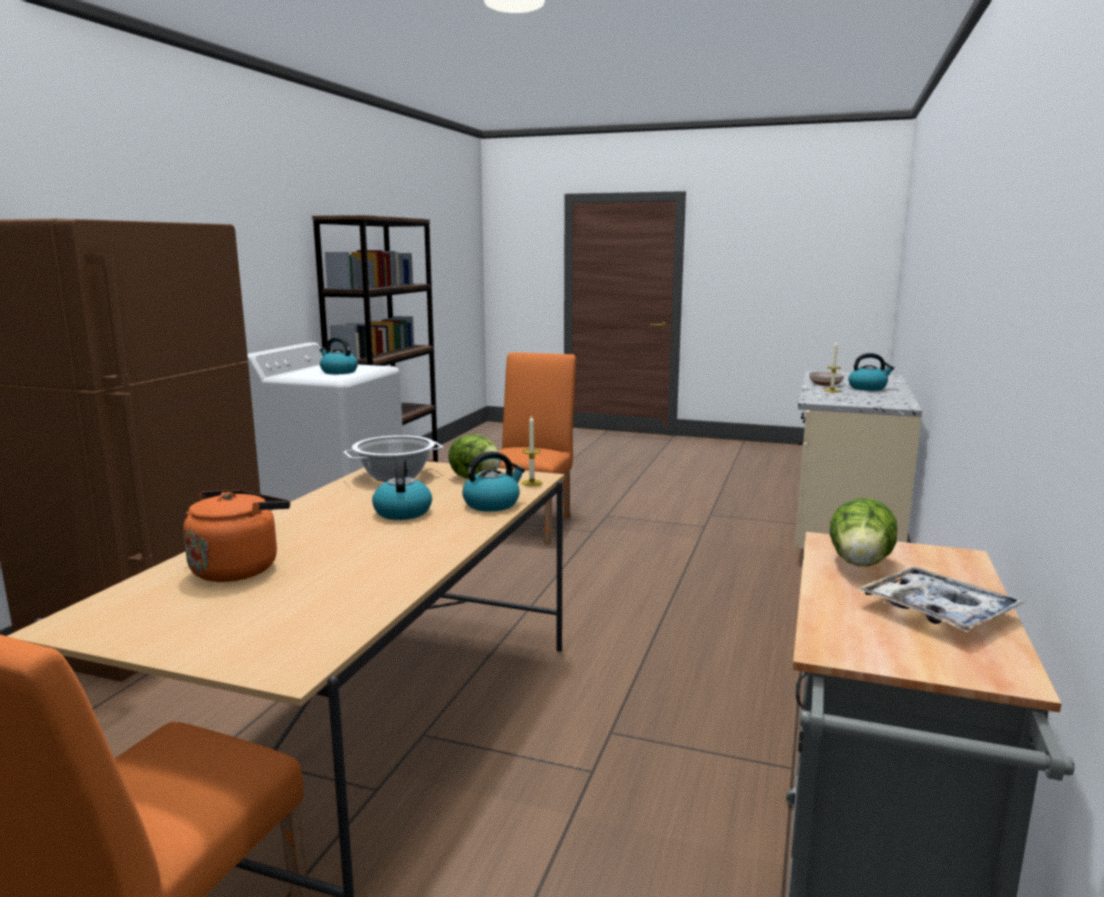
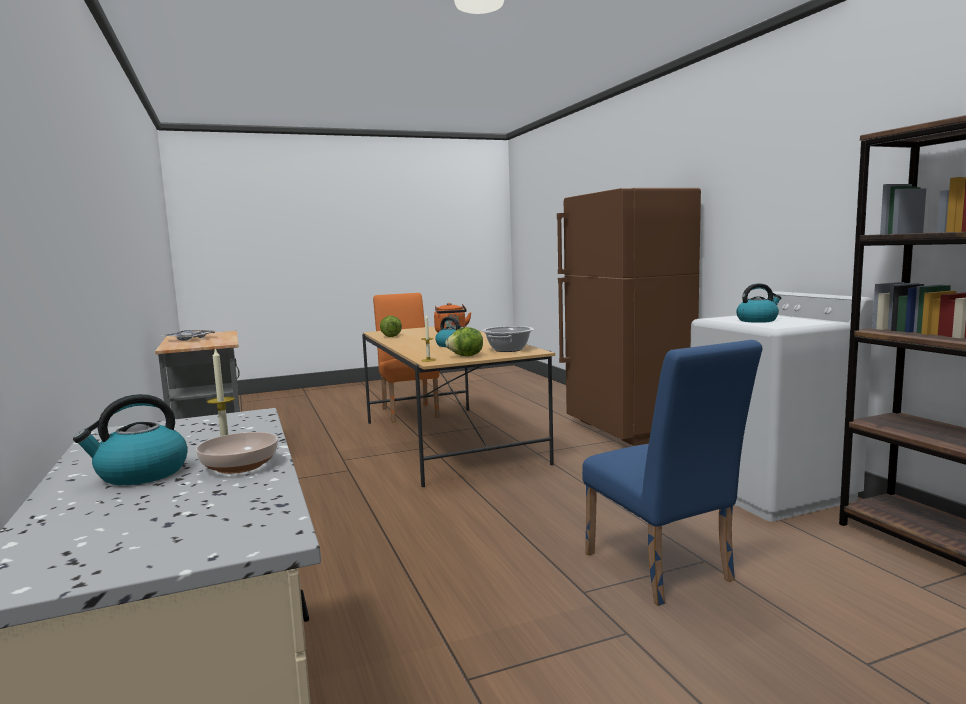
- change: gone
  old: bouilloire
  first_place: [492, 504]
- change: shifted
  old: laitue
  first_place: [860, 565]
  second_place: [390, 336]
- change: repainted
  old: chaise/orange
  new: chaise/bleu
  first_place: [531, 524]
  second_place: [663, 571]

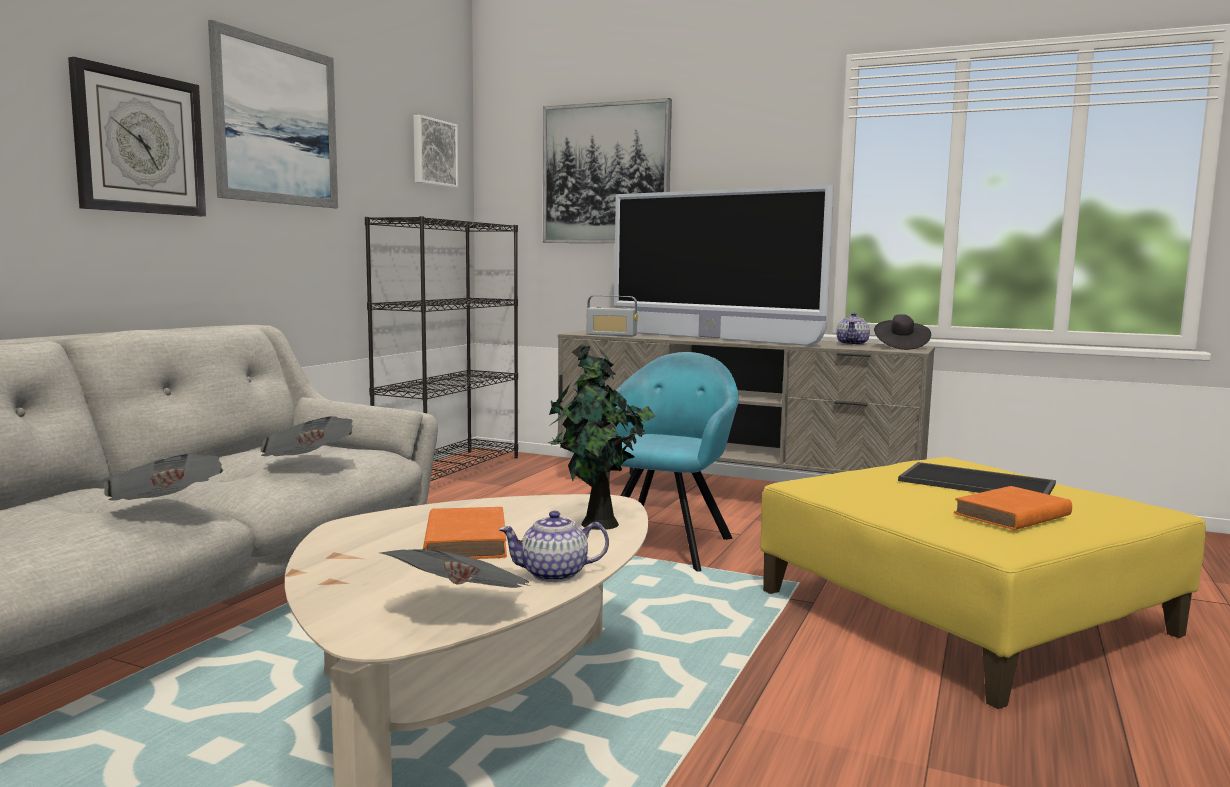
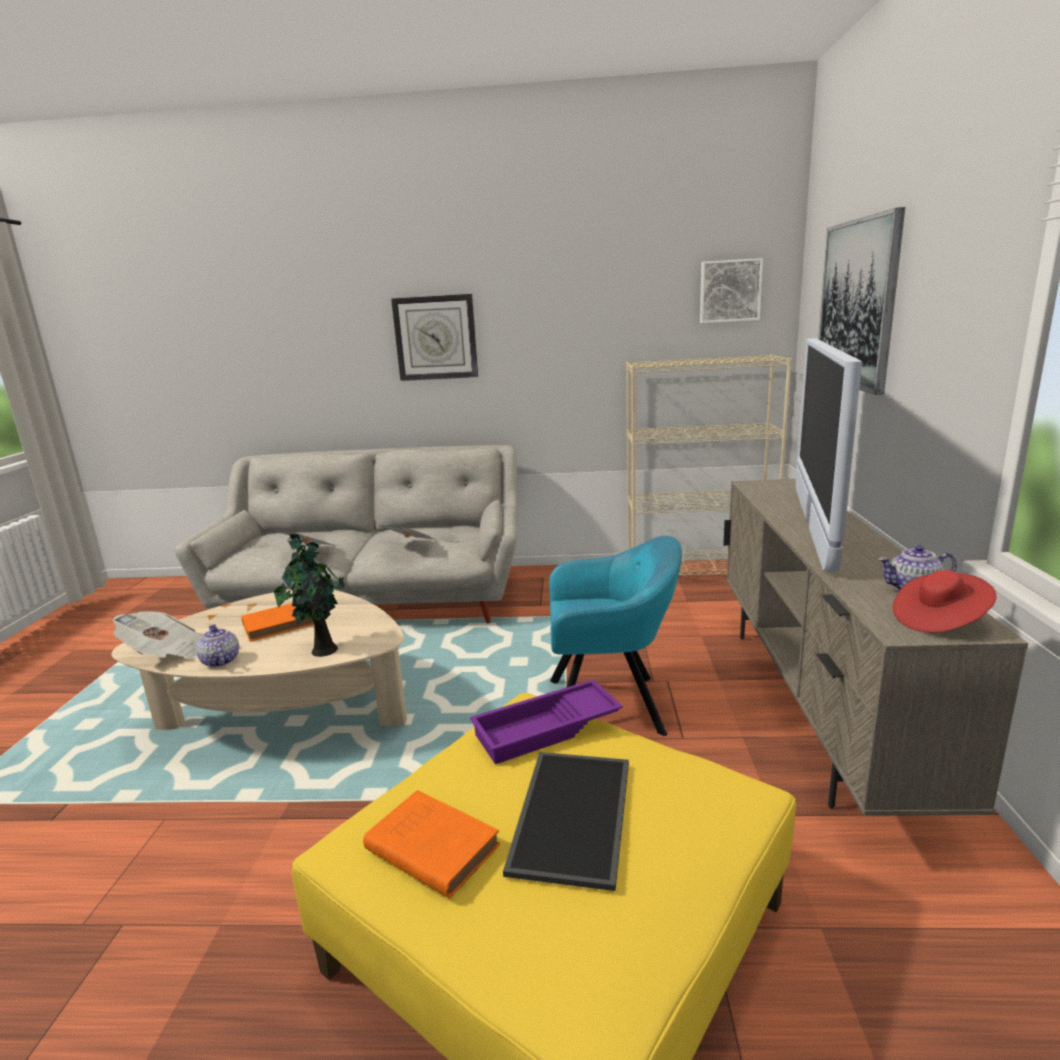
- change: gone
  old: tableau
  first_place: [277, 123]
- change: gone
  old: radio
  first_place: [611, 335]
- change: new
  new: plateau/violet
  second_place: [547, 730]
- change: repainted
  old: bibliothèque/noir
  new: bibliothèque/beige
  first_place: [450, 470]
  second_place: [699, 571]
- change: repainted
  old: chapeau/noir
  new: chapeau/rouge
  first_place: [900, 347]
  second_place: [939, 620]

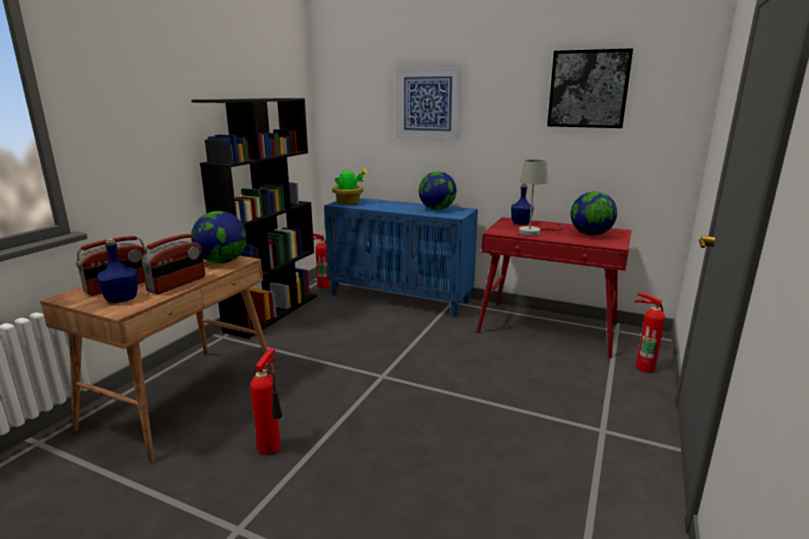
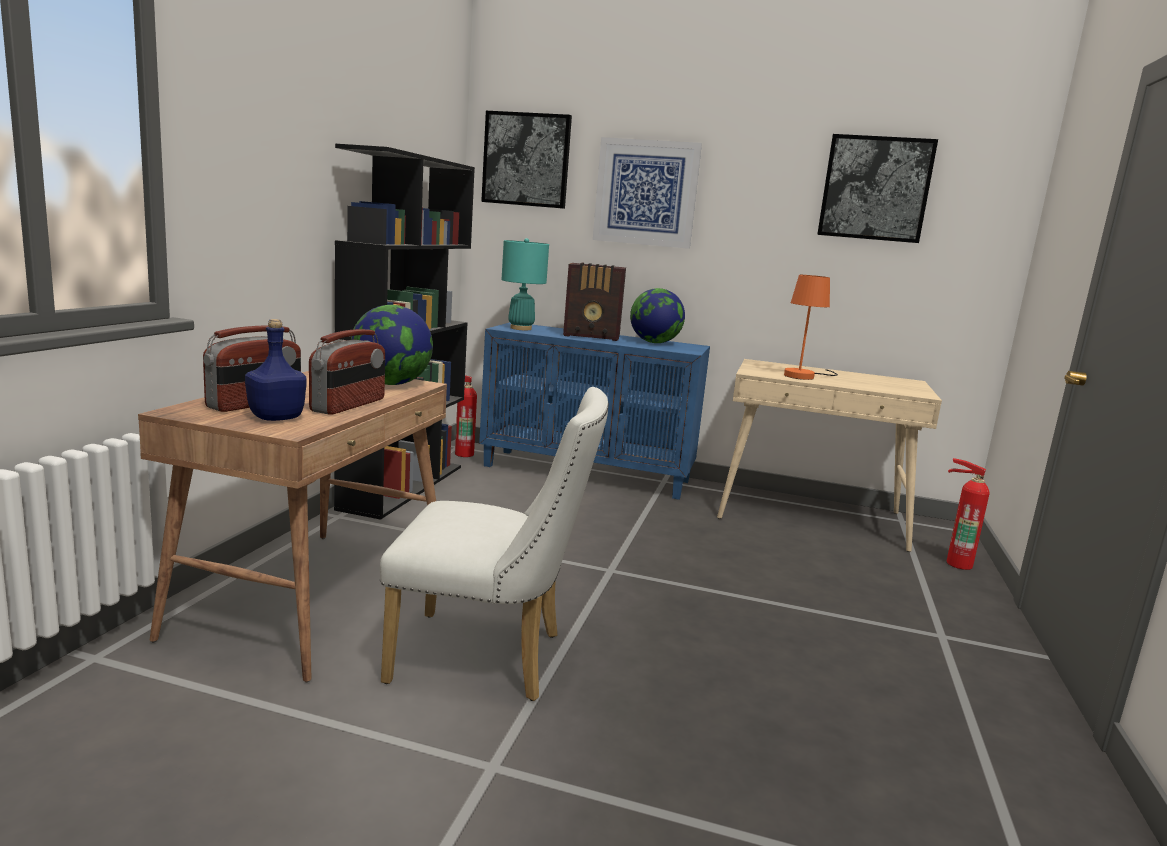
- change: gone
  old: bouteille/bleu
  first_place: [521, 223]
- change: gone
  old: globe
  first_place: [590, 234]
- change: new
  new: tableau
  second_place: [526, 160]
- change: new
  new: radio
  second_place: [593, 336]
- change: swapped
  old: extincteur
  new: chaise/blanc
  first_place: [272, 446]
  second_place: [490, 659]
- change: swapped
  old: plante en pot
  new: lampe de table/turquoise
  first_place: [349, 203]
  second_place: [521, 328]
- change: repainted
  old: bureau/rouge
  new: bureau/beige
  first_place: [548, 328]
  second_place: [811, 516]
- change: repainted
  old: lampe de table/gris
  new: lampe de table/orange
  first_place: [534, 232]
  second_place: [805, 376]

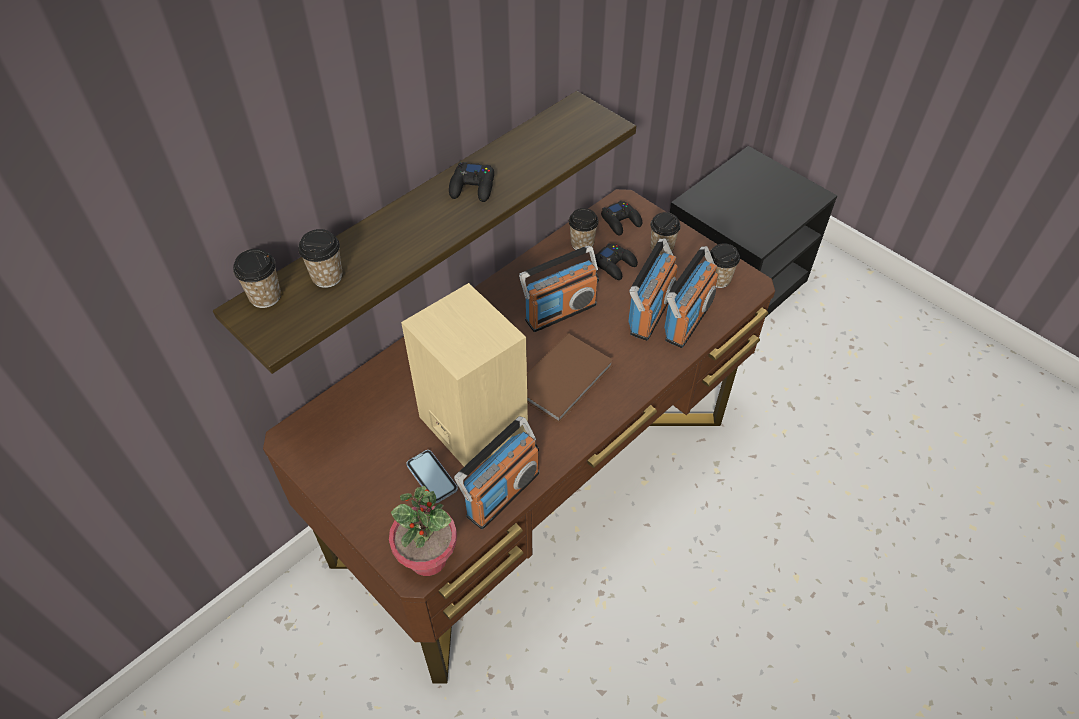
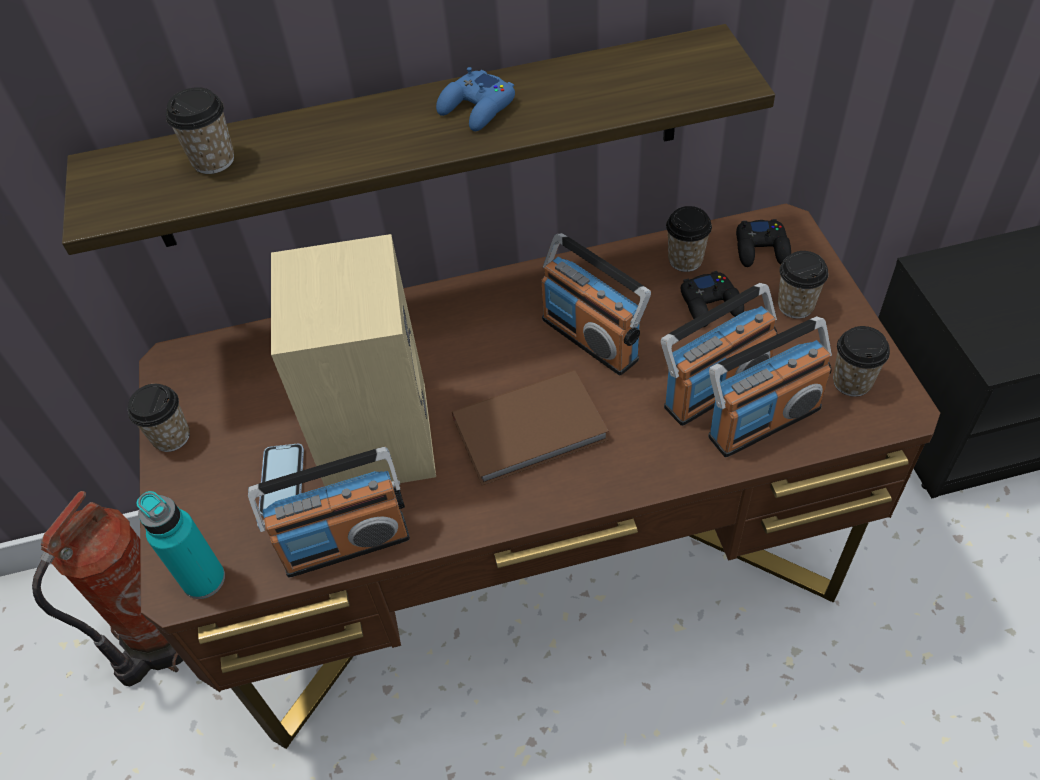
- change: new
  new: extincteur
  second_place: [161, 637]
- change: shifted
  old: tasse
  first_place: [265, 296]
  second_place: [171, 437]
- change: swapped
  old: plante en pot
  new: bouteille/turquoise
  first_place: [428, 557]
  second_place: [204, 579]
- change: repainted
  old: manette/noir
  new: manette/bleu
  first_place: [473, 187]
  second_place: [477, 108]
- change: rotated
  old: radio
  first_place: [560, 312]
  second_place: [591, 338]
  degrees: 45

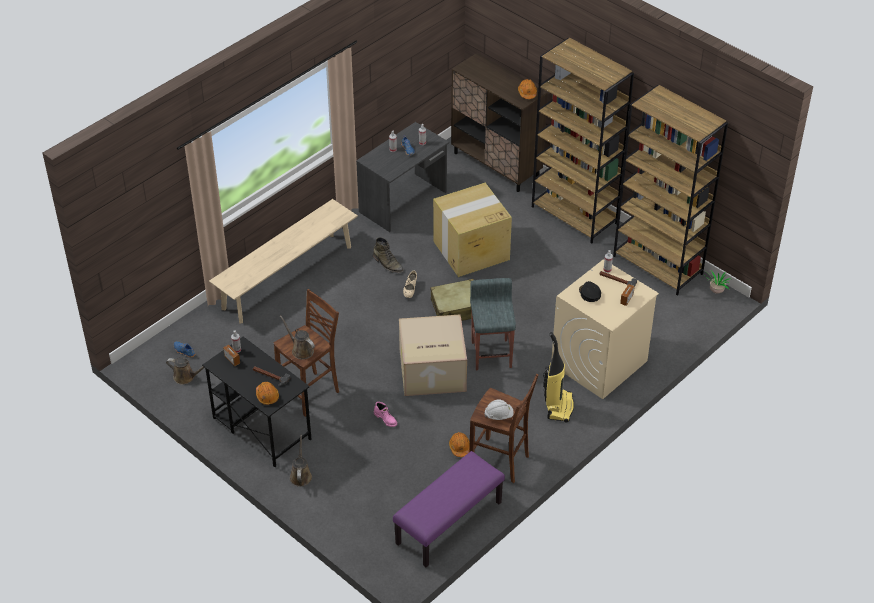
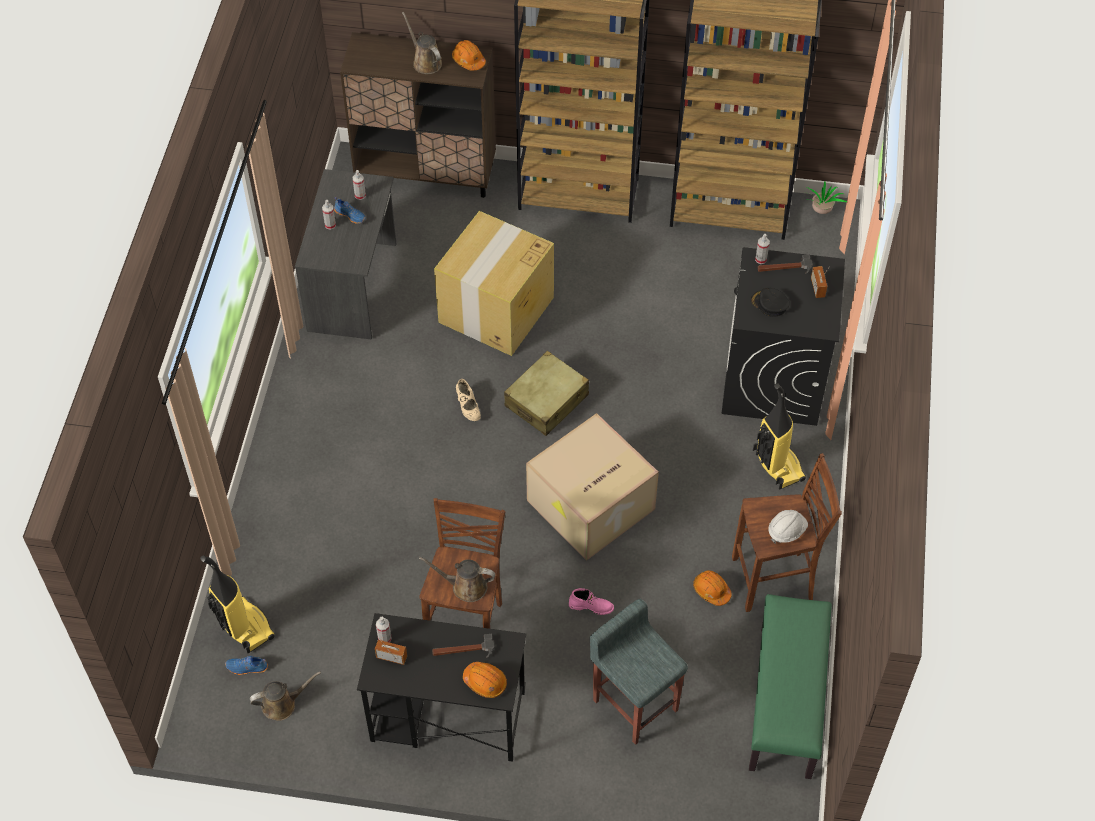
- change: gone
  old: banc/beige
  first_place: [287, 277]
- change: gone
  old: botte/vert
  first_place: [388, 264]
- change: new
  new: aspirateur
  second_place: [244, 626]
- change: shifted
  old: arrosoir/marron
  first_place: [301, 475]
  second_place: [425, 62]
- change: shifted
  old: tabouret/gris
  first_place: [491, 353]
  second_place: [634, 704]
- change: repainted
  old: banc/violet
  new: banc/vert
  first_place: [449, 523]
  second_place: [786, 702]
- change: repainted
  old: lave-linge/beige
  new: lave-linge/noir
  first_place: [599, 363]
  second_place: [773, 380]

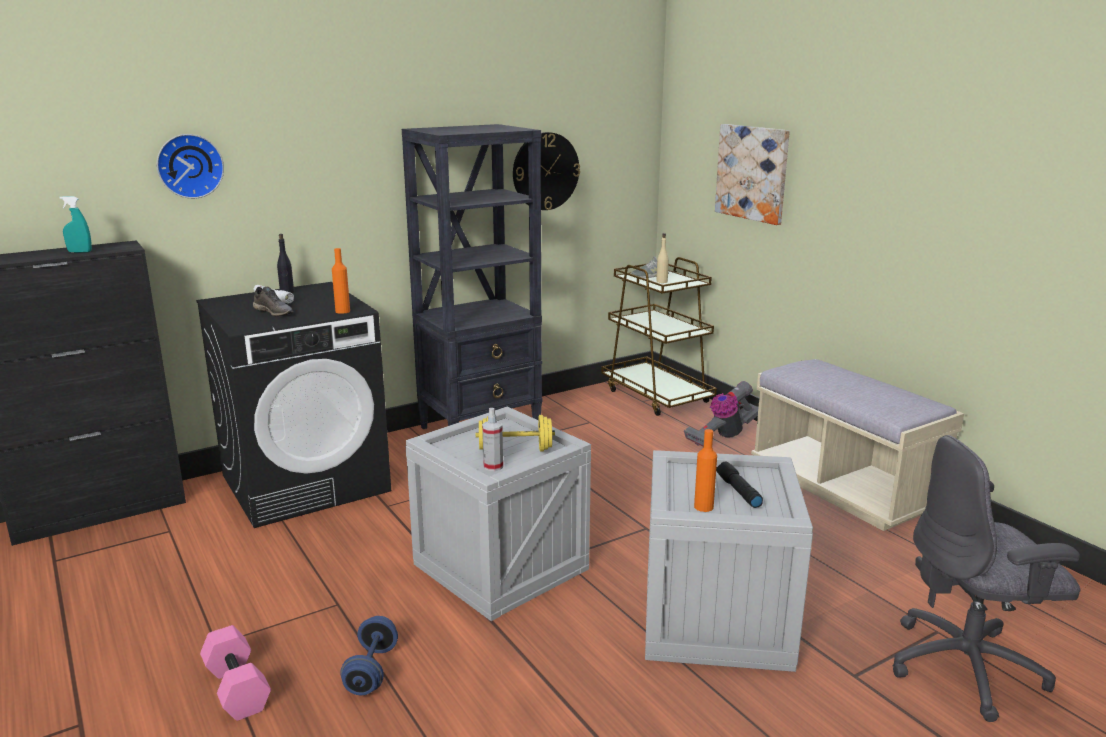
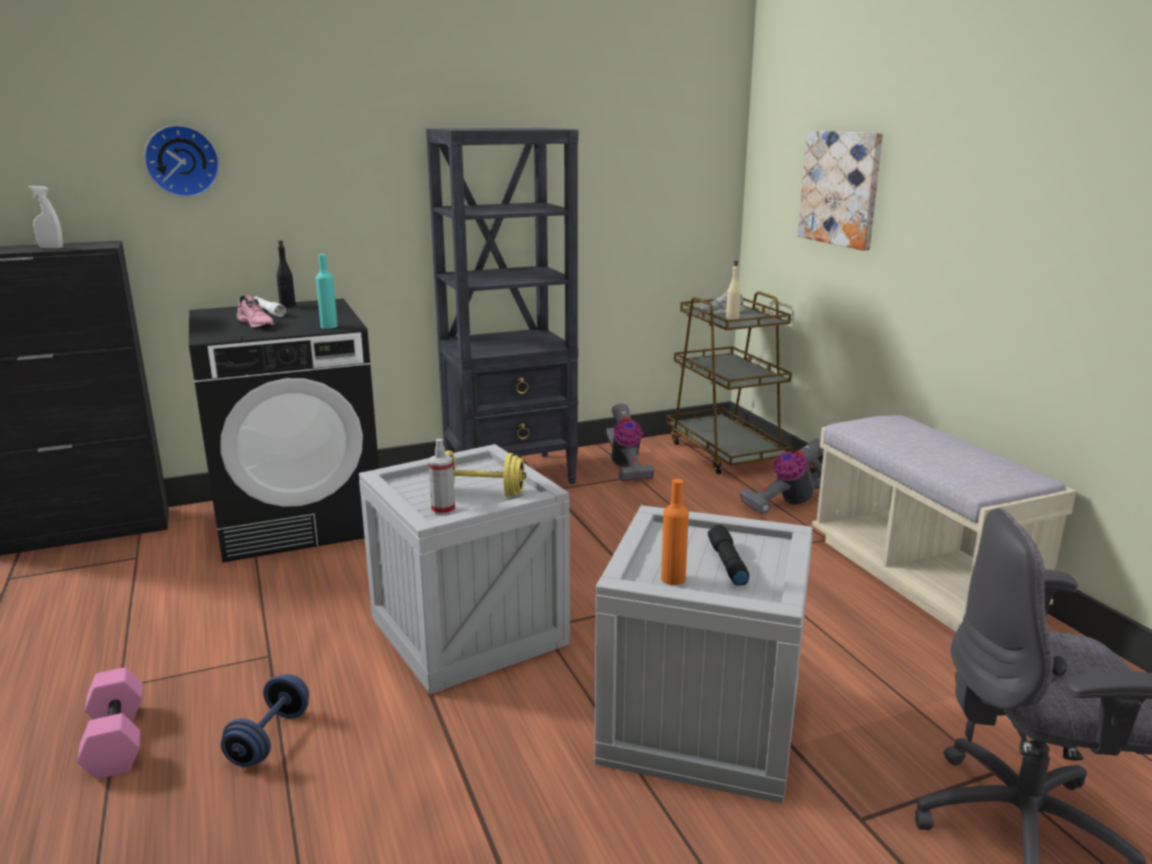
- change: gone
  old: horloge murale
  first_place: [545, 171]
- change: new
  new: aspirateur
  second_place: [626, 467]
- change: repainted
  old: vaporisateur/turquoise
  new: vaporisateur/blanc
  first_place: [80, 252]
  second_place: [51, 248]
- change: repainted
  old: chaussure/gris
  new: chaussure/rose
  first_place: [274, 312]
  second_place: [257, 324]
- change: repainted
  old: bouteille/orange
  new: bouteille/turquoise
  first_place: [342, 311]
  second_place: [329, 326]

